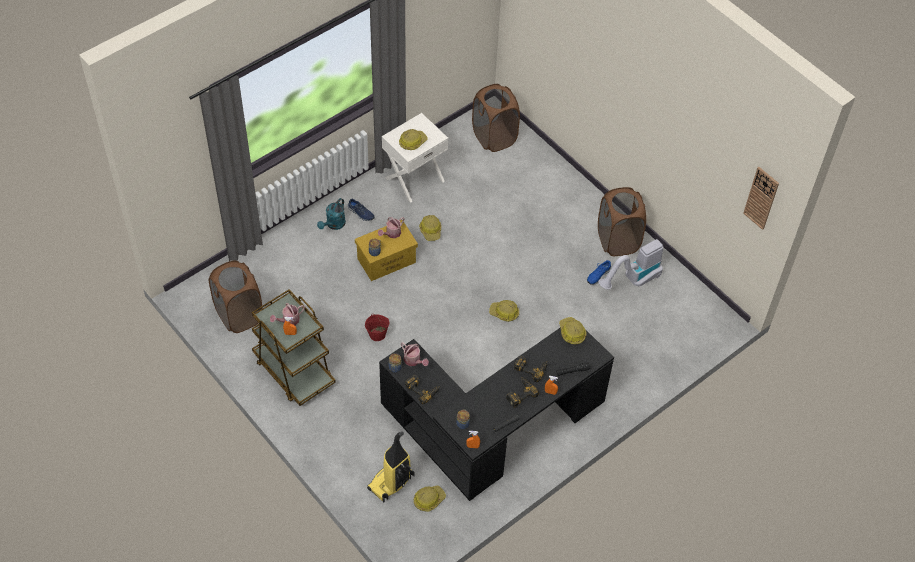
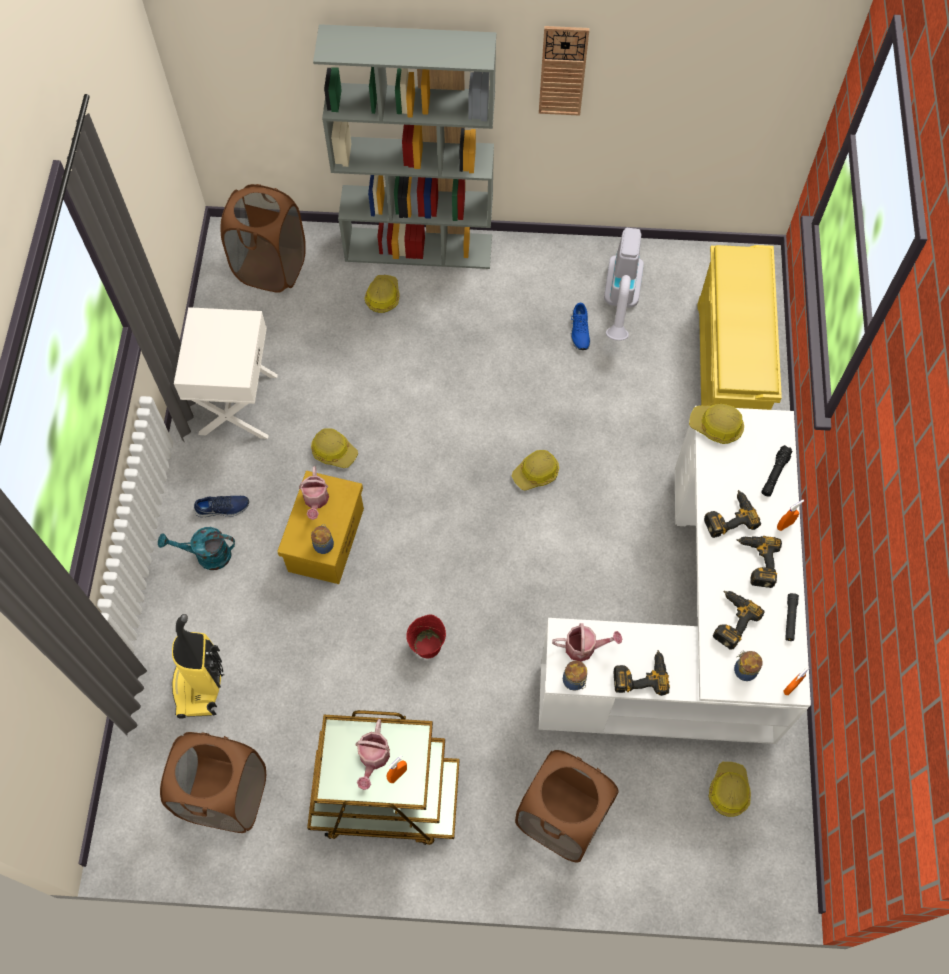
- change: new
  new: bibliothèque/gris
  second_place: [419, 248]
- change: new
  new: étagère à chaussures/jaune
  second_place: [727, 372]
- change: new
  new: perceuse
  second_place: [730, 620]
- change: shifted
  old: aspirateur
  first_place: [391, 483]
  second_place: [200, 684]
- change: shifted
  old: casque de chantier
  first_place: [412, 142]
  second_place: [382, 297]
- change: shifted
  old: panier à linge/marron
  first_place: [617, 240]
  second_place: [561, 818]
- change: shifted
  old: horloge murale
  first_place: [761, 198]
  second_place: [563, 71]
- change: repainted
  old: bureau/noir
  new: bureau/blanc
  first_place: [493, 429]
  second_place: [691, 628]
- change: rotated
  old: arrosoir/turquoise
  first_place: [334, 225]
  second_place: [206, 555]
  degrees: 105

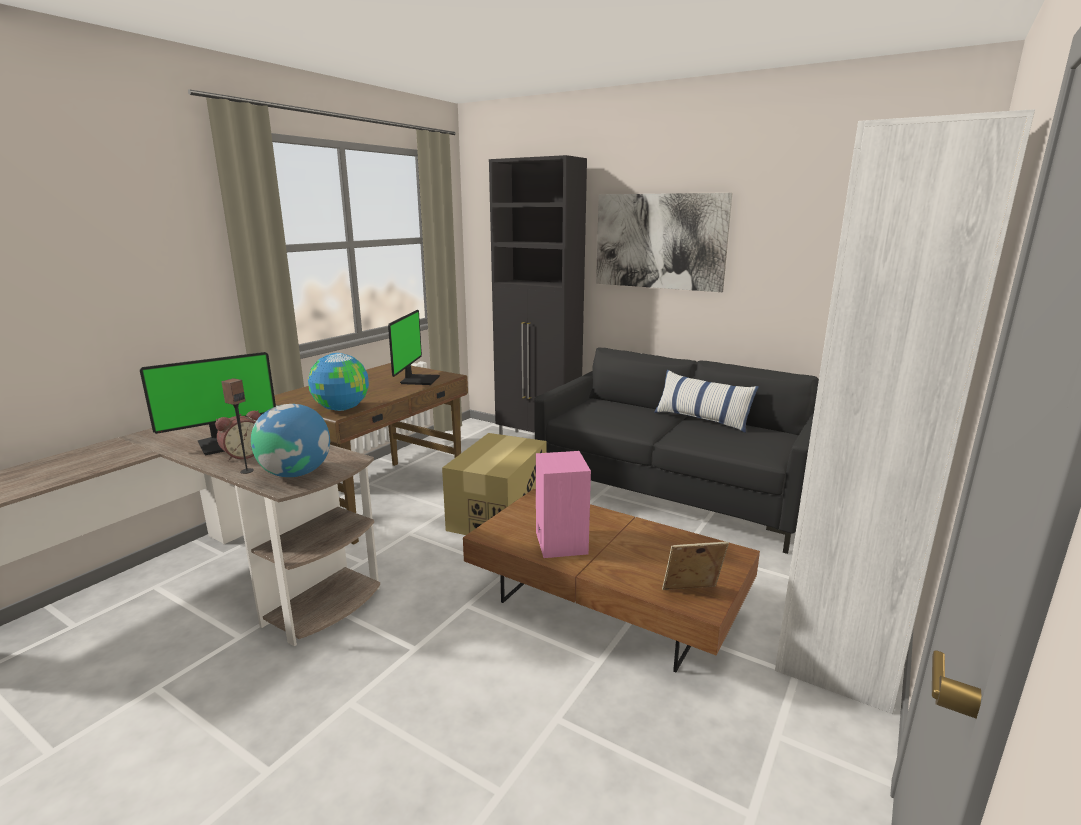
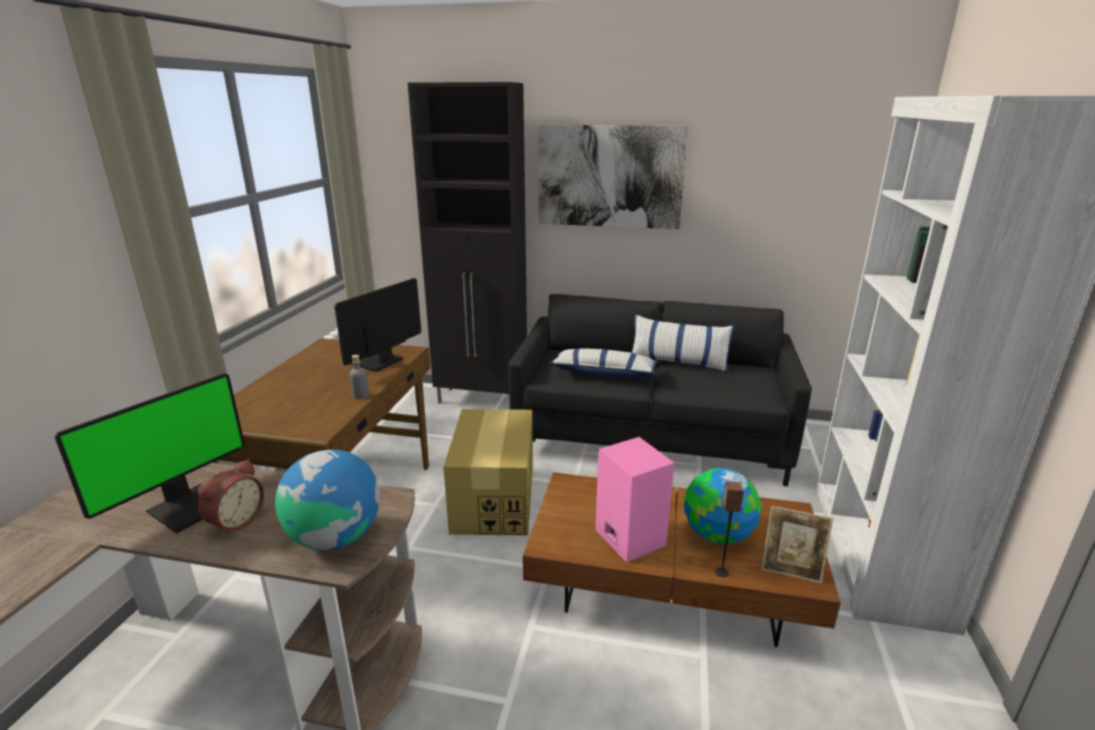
- change: new
  new: bouteille/gris
  second_place: [361, 395]
- change: new
  new: coussin
  second_place: [603, 374]
- change: shifted
  old: enceinte
  first_place: [246, 471]
  second_place: [721, 572]
- change: shifted
  old: globe
  first_place: [341, 409]
  second_place: [717, 535]
- change: rotated
  old: écran d'ordinateur
  first_place: [418, 380]
  second_place: [377, 362]
  degrees: -135
- change: rotated
  old: cadre photo
  first_place: [691, 593]
  second_place: [791, 569]
  degrees: -135

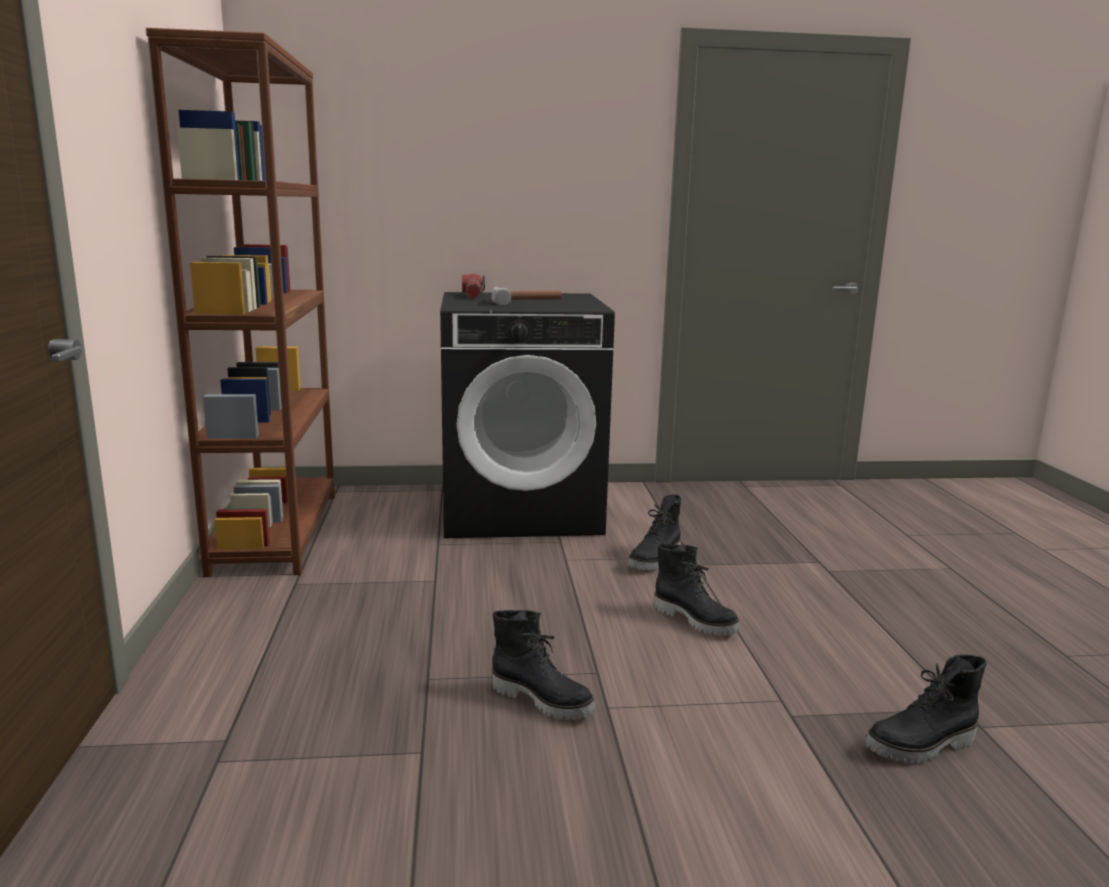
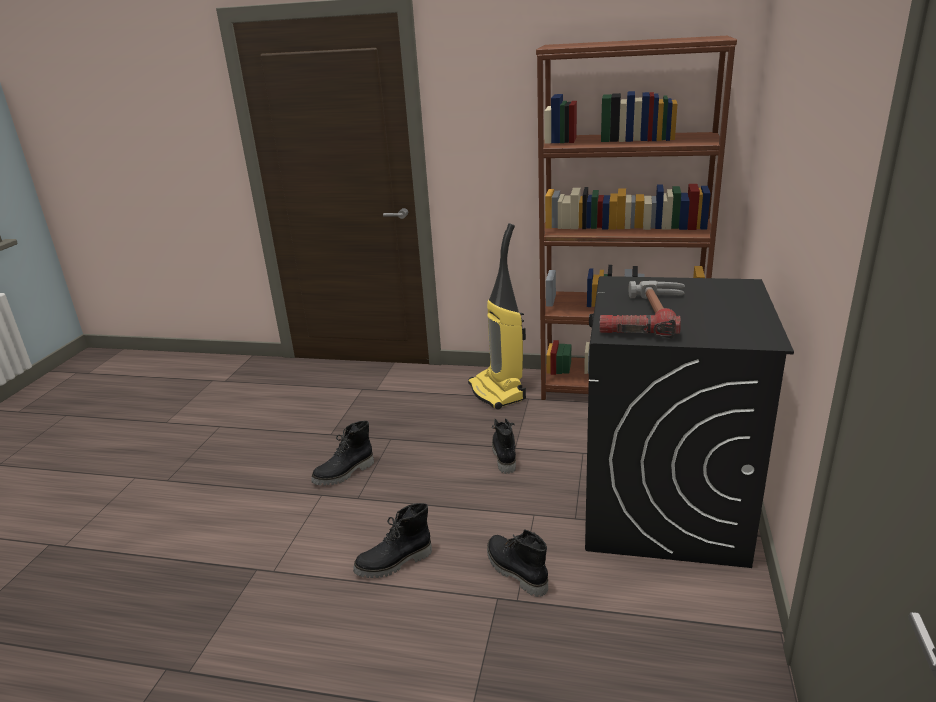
- change: new
  new: aspirateur
  second_place: [498, 392]
- change: shifted
  old: lampe de poche
  first_place: [473, 295]
  second_place: [638, 334]
- change: shifted
  old: botte/noir
  first_place: [922, 747]
  second_place: [504, 454]

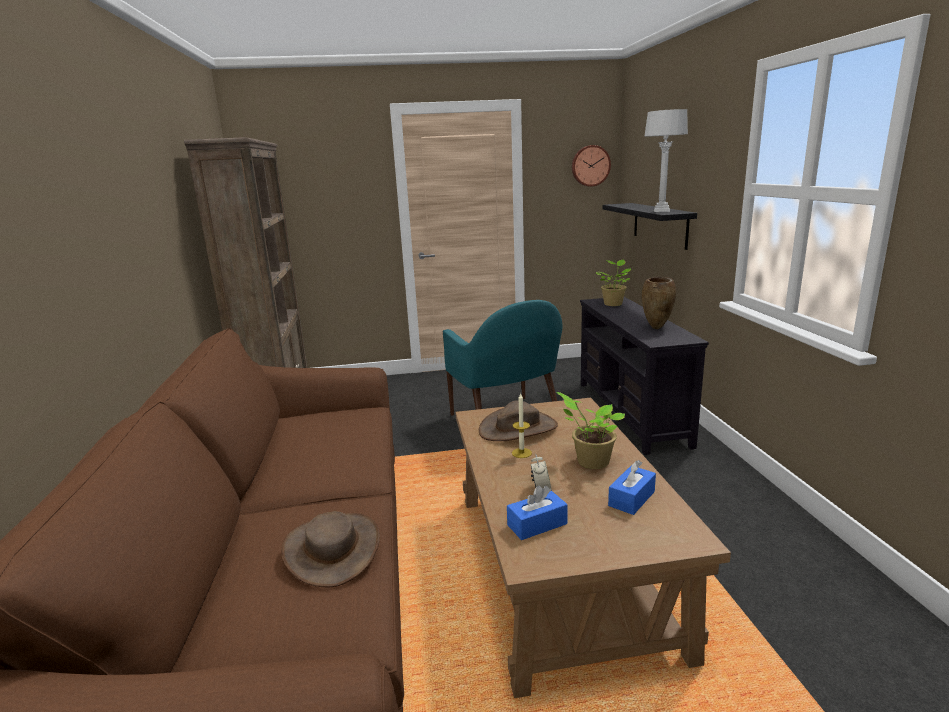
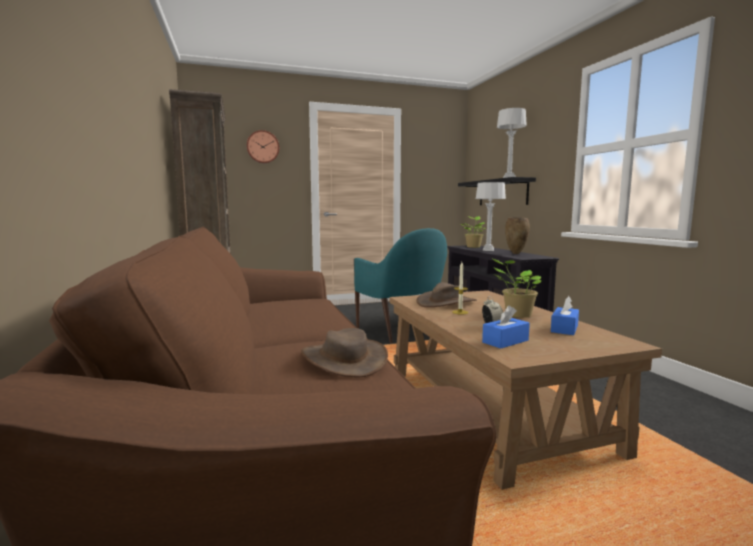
- change: new
  new: lampe de table/gris
  second_place: [488, 250]
- change: shifted
  old: horloge murale
  first_place: [590, 166]
  second_place: [263, 147]

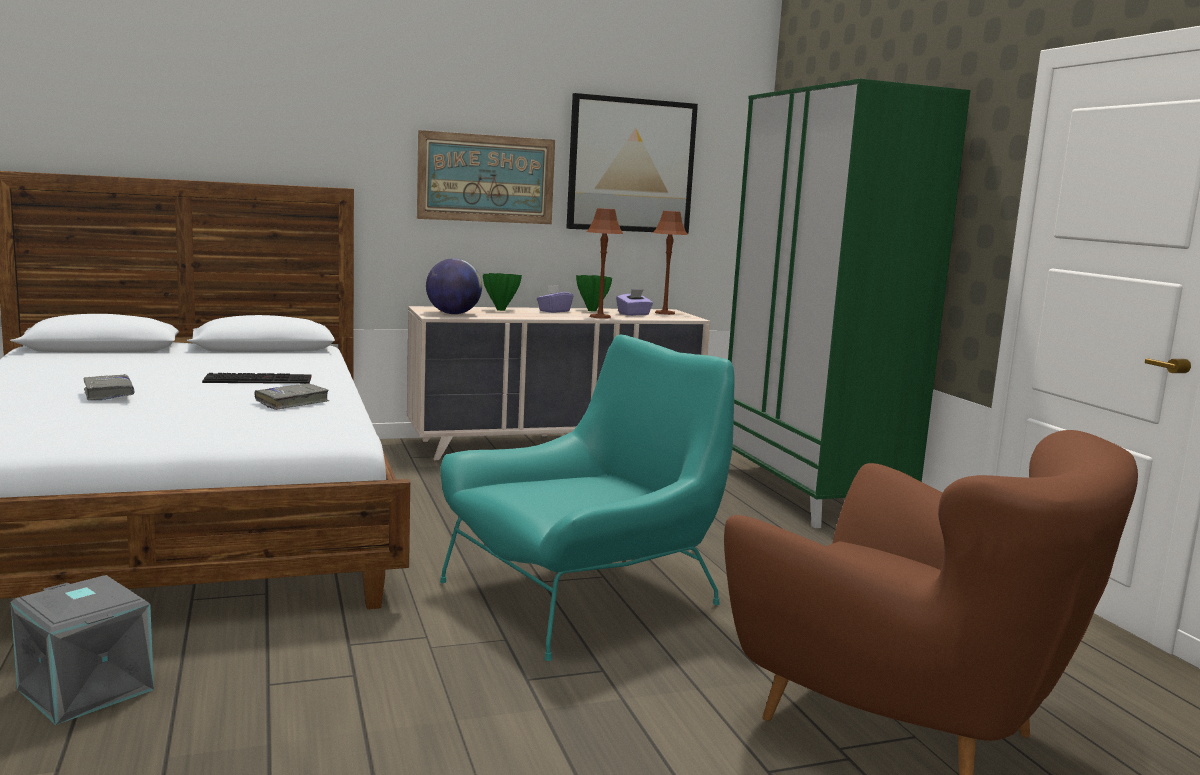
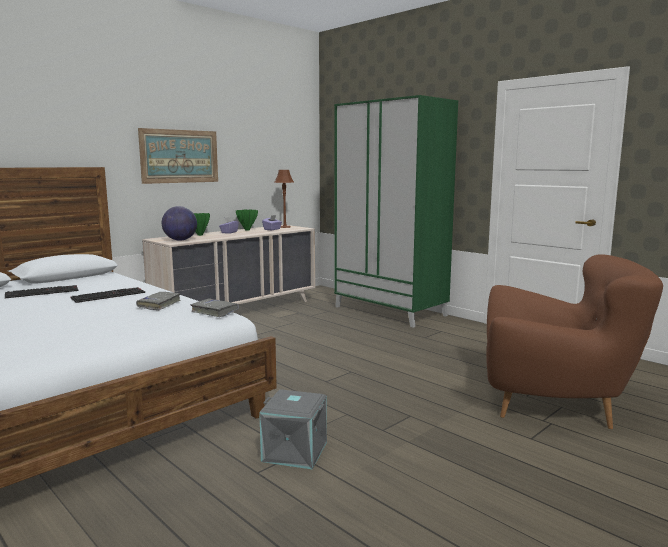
- change: gone
  old: fauteuil/turquoise
  first_place: [582, 594]
- change: gone
  old: tableau
  first_place: [631, 165]
- change: gone
  old: lampe de table/marron
  first_place: [600, 317]
- change: new
  new: clavier
  second_place: [43, 292]
- change: shifted
  old: boîte de rangement/gris
  first_place: [88, 689]
  second_place: [295, 451]
- change: shifted
  old: livre/gris
  first_place: [109, 394]
  second_place: [214, 312]

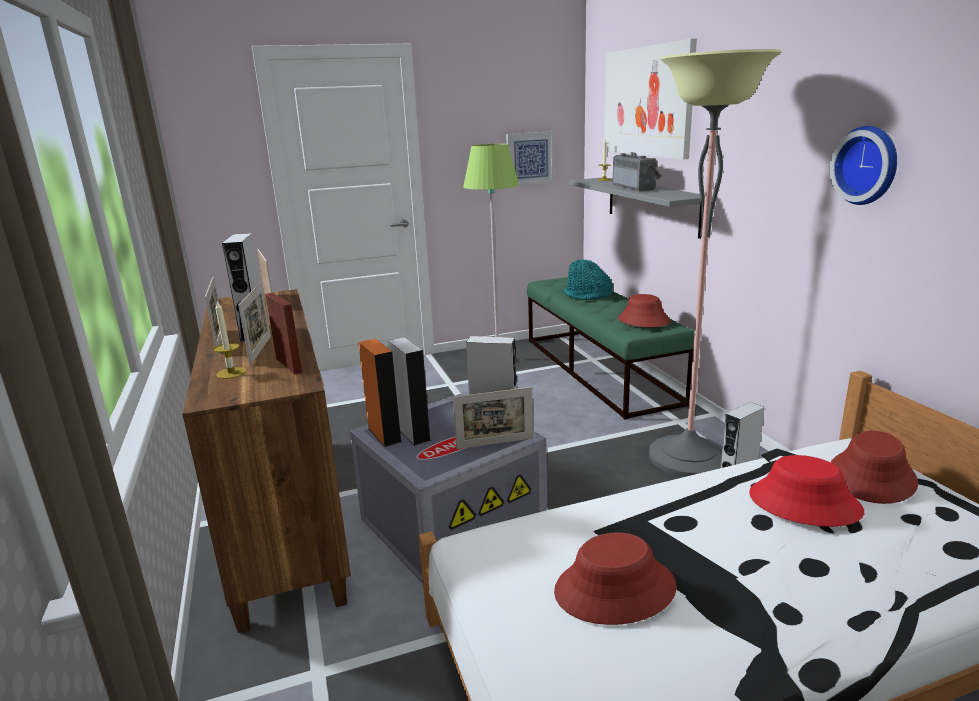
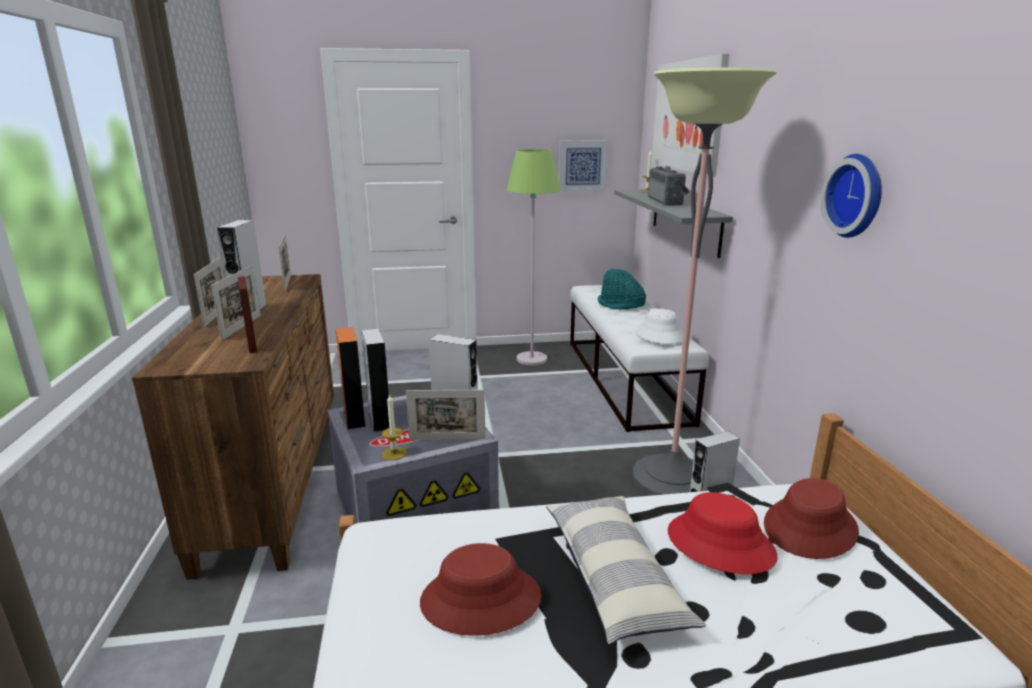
- change: new
  new: coussin
  second_place: [615, 577]
- change: shifted
  old: bougie
  first_place: [231, 373]
  second_place: [394, 453]
- change: repainted
  old: banc/vert
  new: banc/blanc
  first_place: [599, 369]
  second_place: [625, 379]
- change: repainted
  old: chapeau/rouge
  new: chapeau/blanc
  first_place: [643, 320]
  second_place: [660, 335]

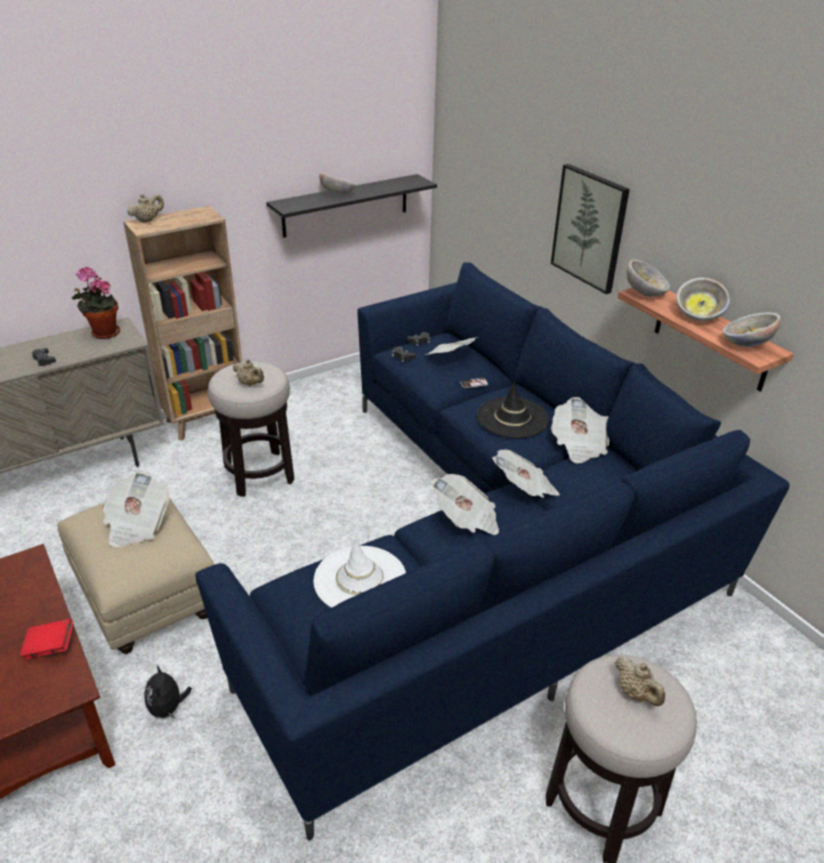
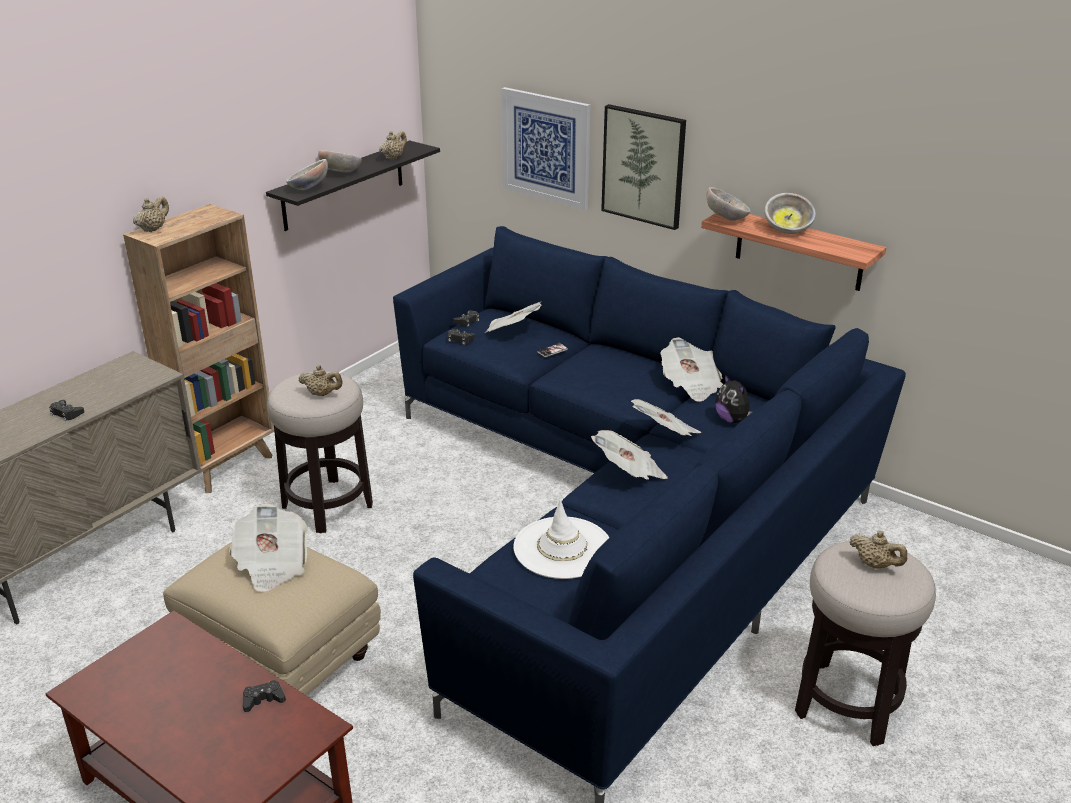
- change: gone
  old: plante en pot
  first_place: [103, 333]
- change: gone
  old: chapeau/noir
  first_place: [512, 418]
- change: new
  new: théière/beige
  second_place: [393, 157]
- change: new
  new: tableau
  second_place: [546, 147]
- change: shifted
  old: peluche
  first_place: [168, 708]
  second_place: [732, 420]
- change: shifted
  old: bol
  first_place: [745, 344]
  second_place: [308, 189]
- change: swapped
  old: livre/rouge
  new: manette/noir
  first_place: [50, 647]
  second_place: [263, 700]

